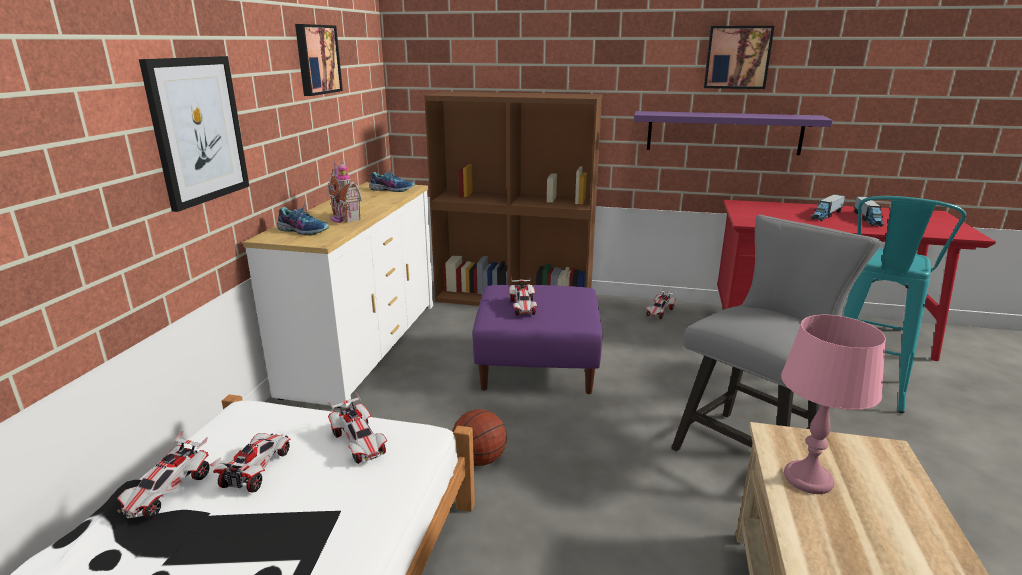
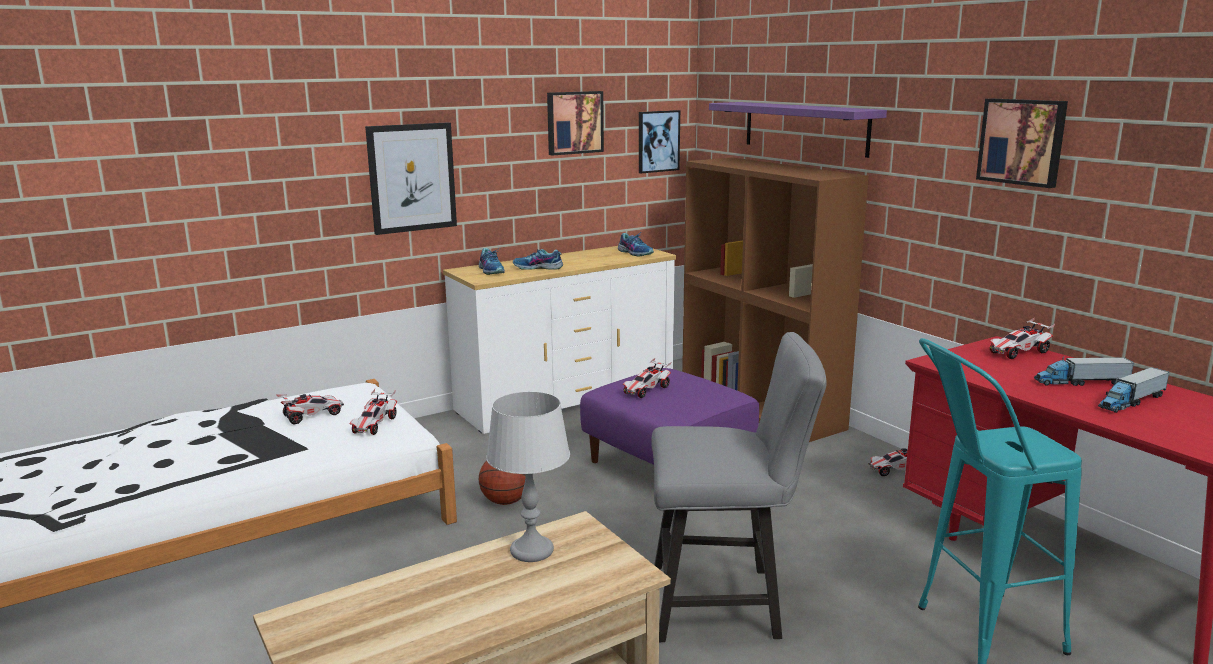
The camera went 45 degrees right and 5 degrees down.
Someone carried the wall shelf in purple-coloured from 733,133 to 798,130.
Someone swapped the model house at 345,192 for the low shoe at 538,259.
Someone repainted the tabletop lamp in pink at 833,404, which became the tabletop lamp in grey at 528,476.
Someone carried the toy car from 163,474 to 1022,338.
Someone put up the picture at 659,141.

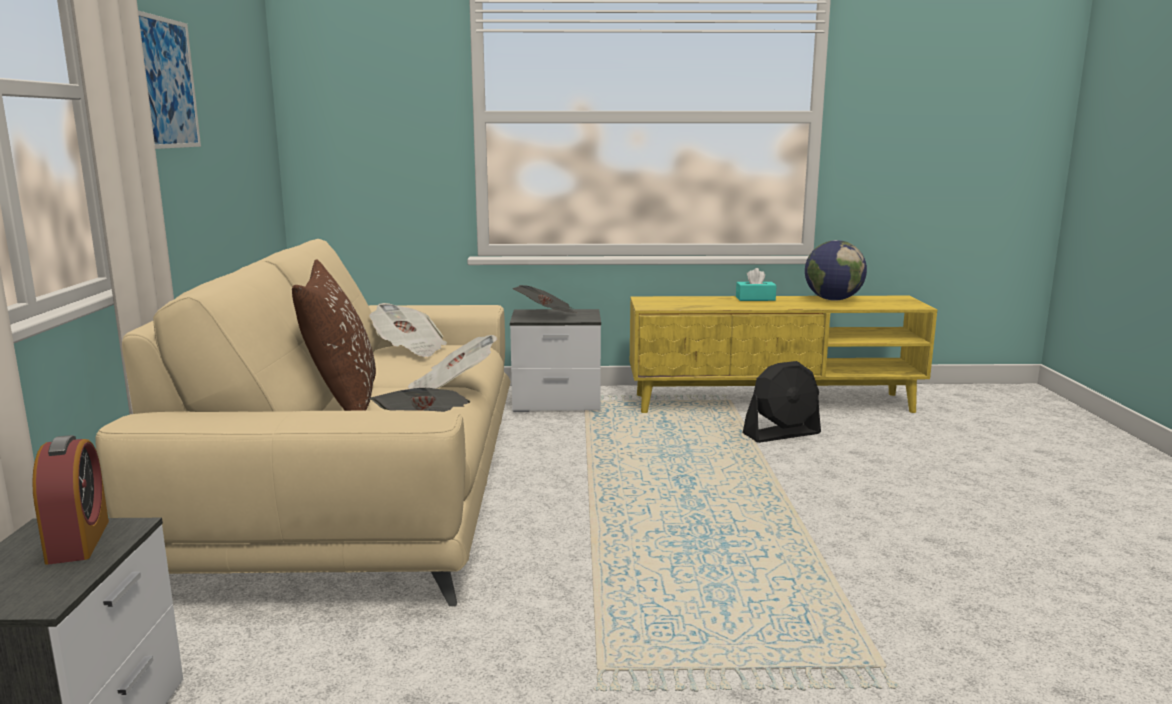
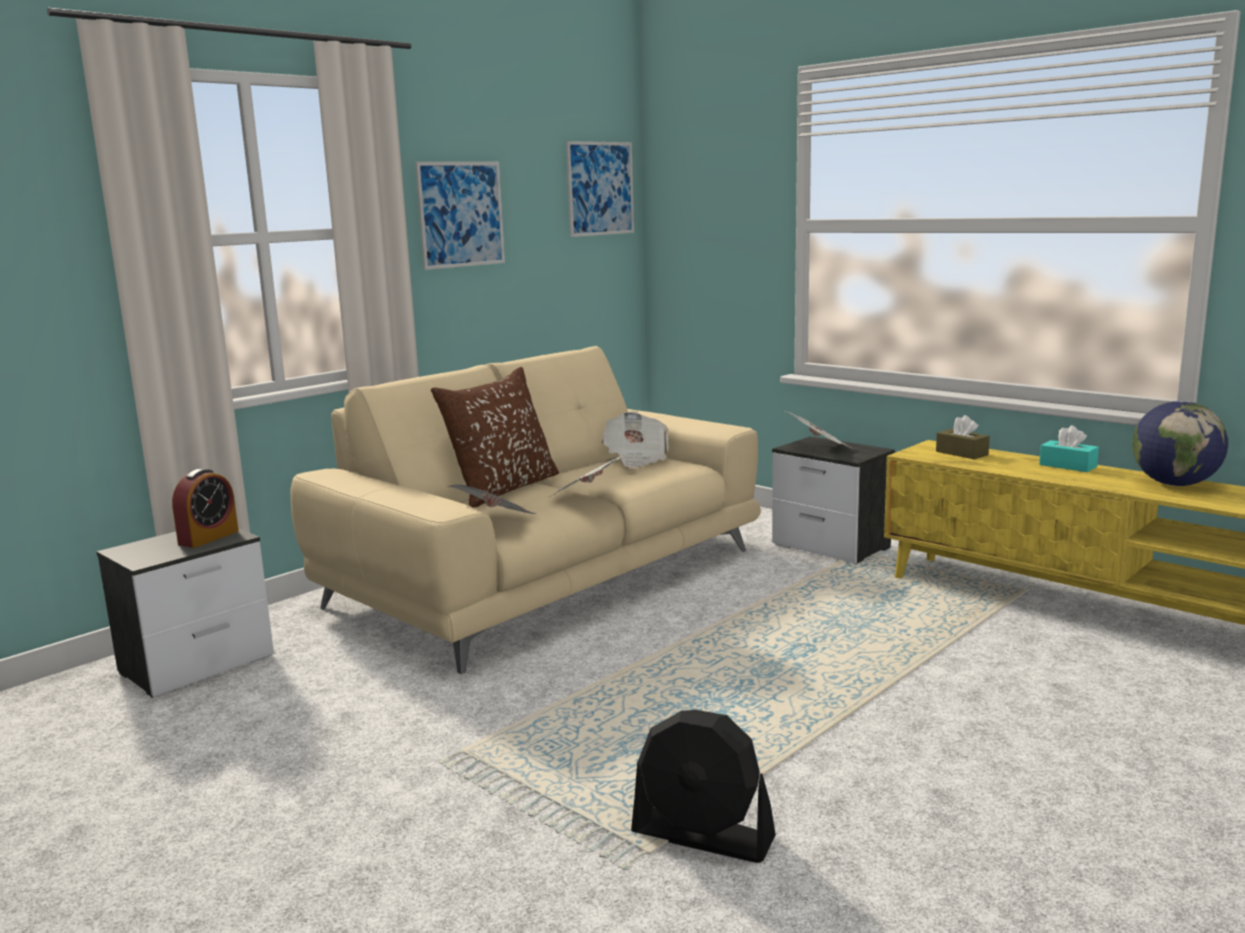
The camera went 45 degrees right and 0 degrees up.
Someone carried the fan in black from 782,402 to 703,786.
Someone put up the picture at 600,189.
Someone put down the tissue holder in brownish at 963,437.

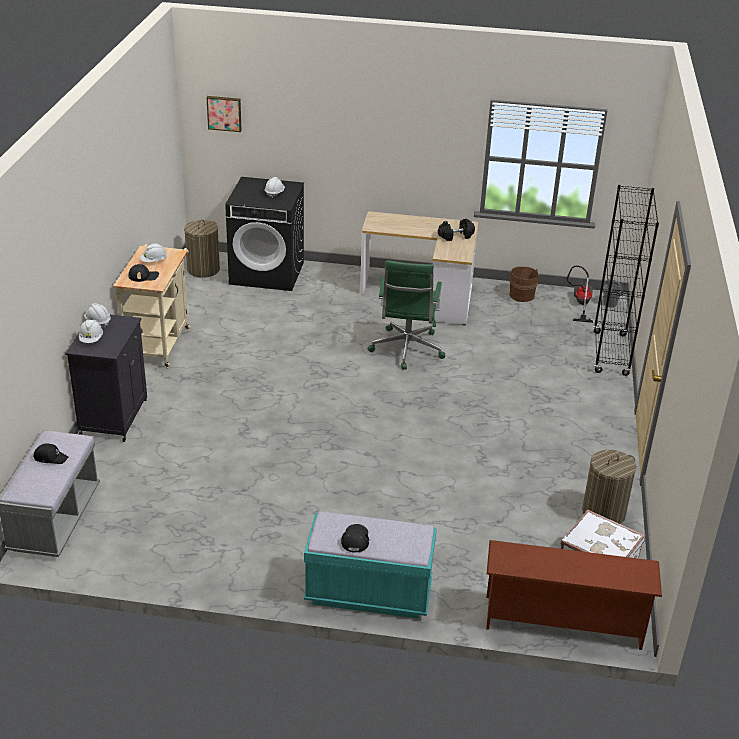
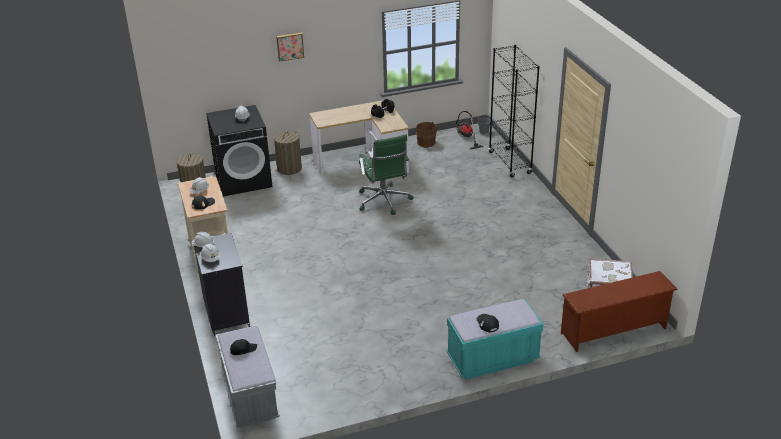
The camera went 25 degrees left and 0 degrees up.
Someone carried the picture from 224,114 to 290,47.
Someone carried the laundry basket from 609,487 to 288,153.

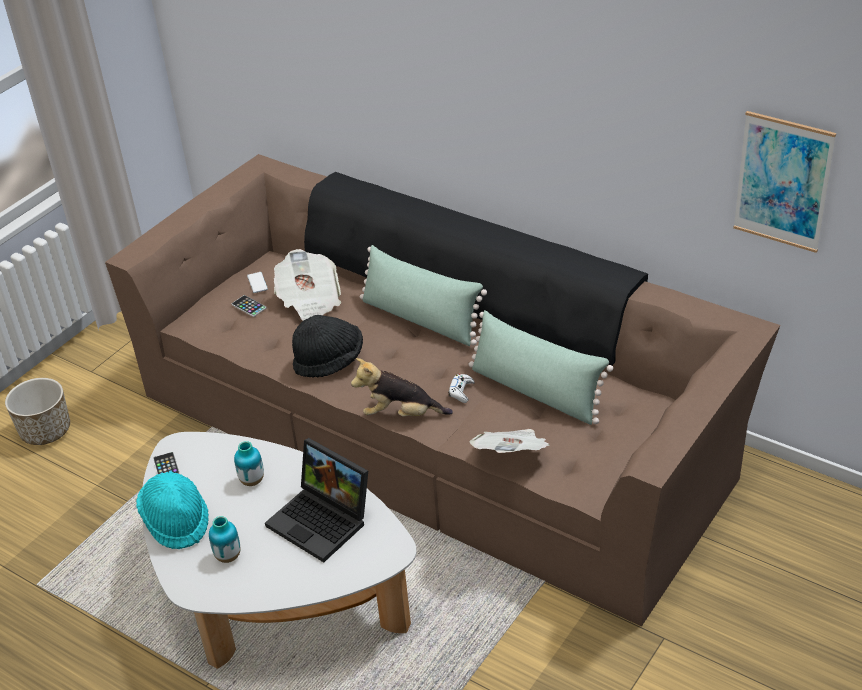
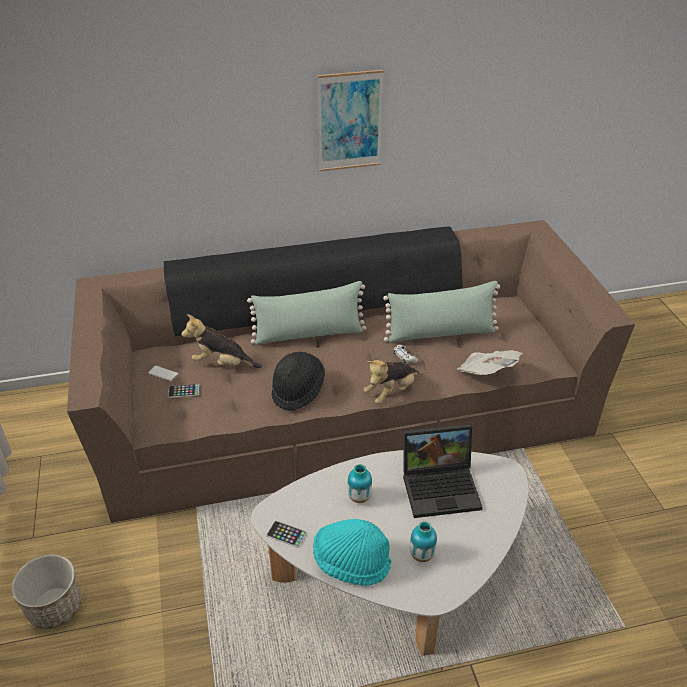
The camera went 50 degrees left and 0 degrees up.
Someone carried the picture from 784,182 to 350,120.
Someone swapped the printed paper at 307,285 for the cuddly toy at 222,341.

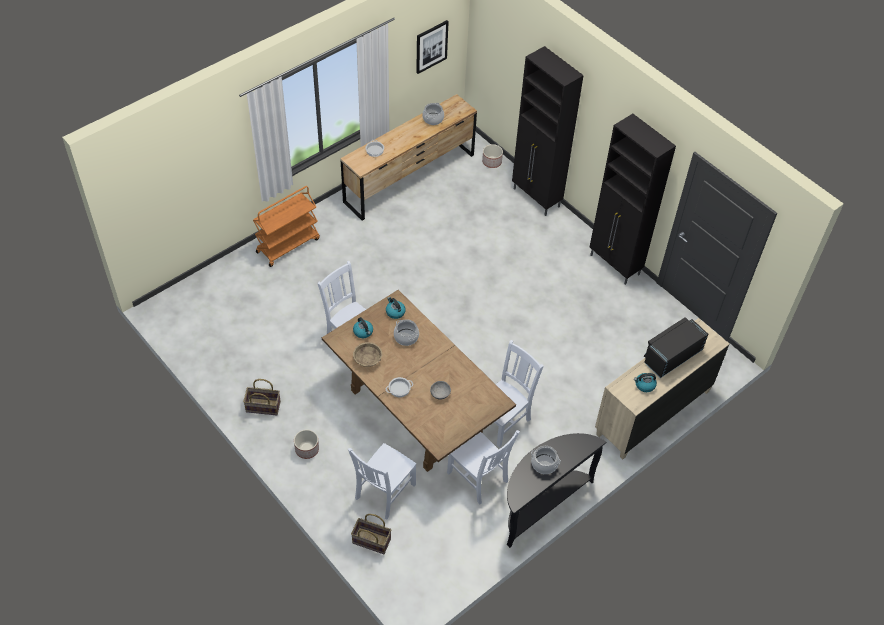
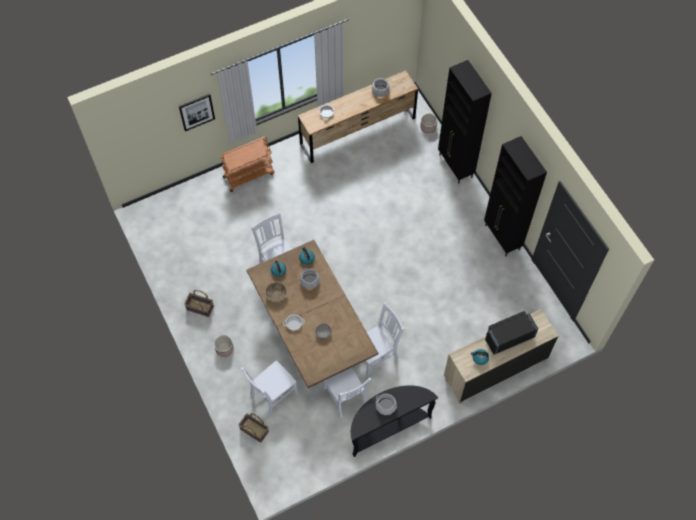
The camera went 15 degrees right and 10 degrees up.
Someone carried the picture from 432,47 to 197,112.

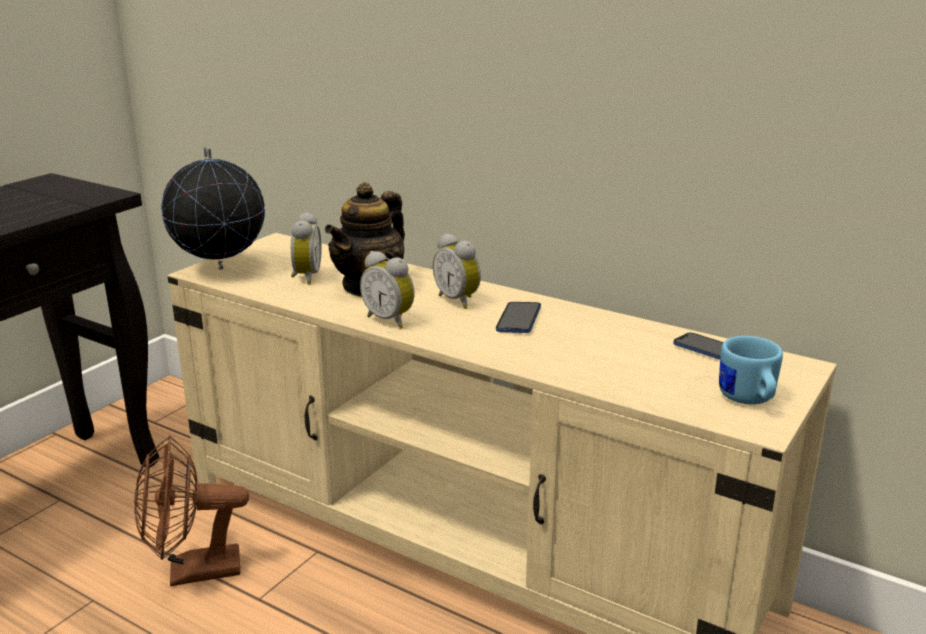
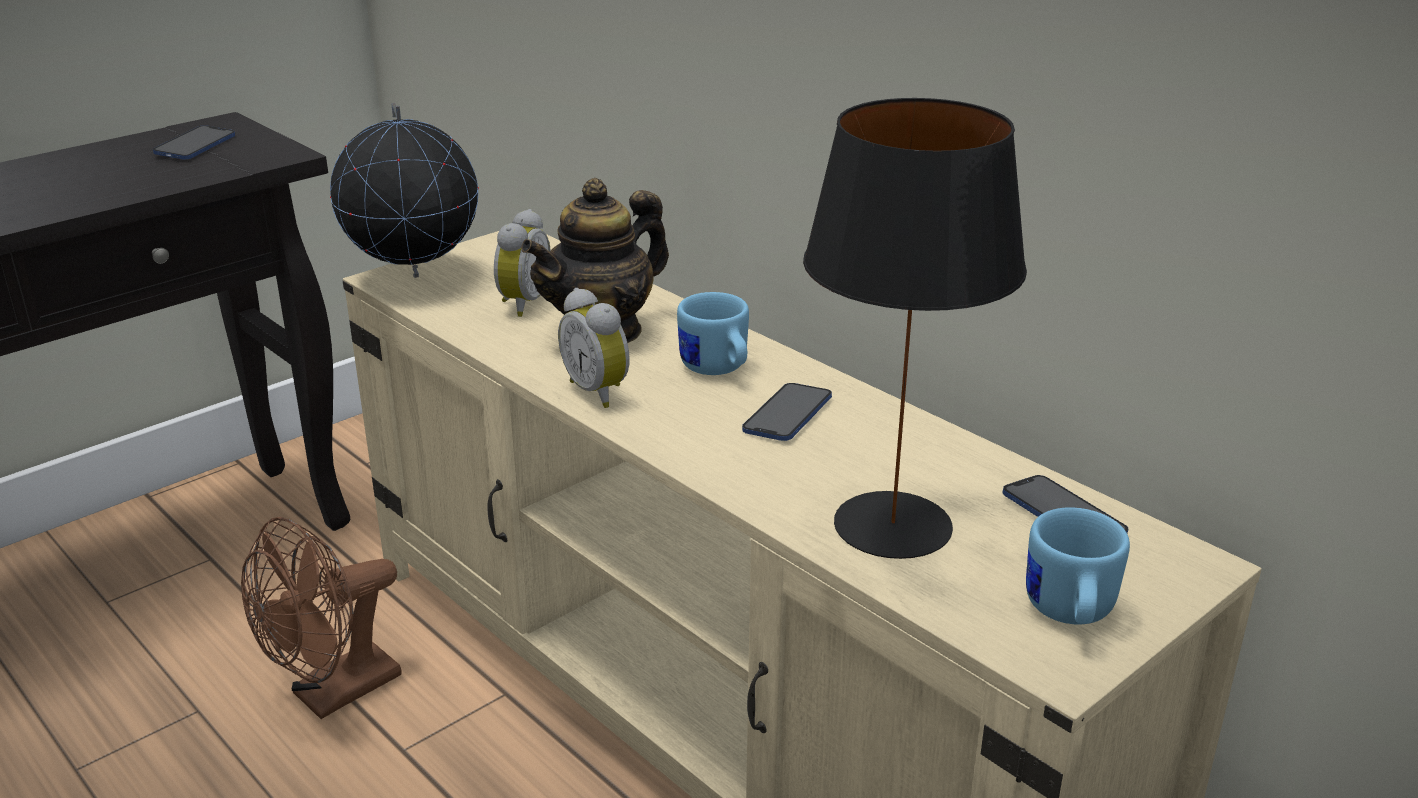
The camera went 15 degrees right and 5 degrees up.
Someone swapped the alarm clock at 457,271 for the mug in blue-coloured at 713,333.
Someone rotated the fan in brownish at 191,510 by 45 degrees counterclockwise.
Someone put down the tabletop lamp in black at 915,328.
Someone put down the telephone at 194,142.

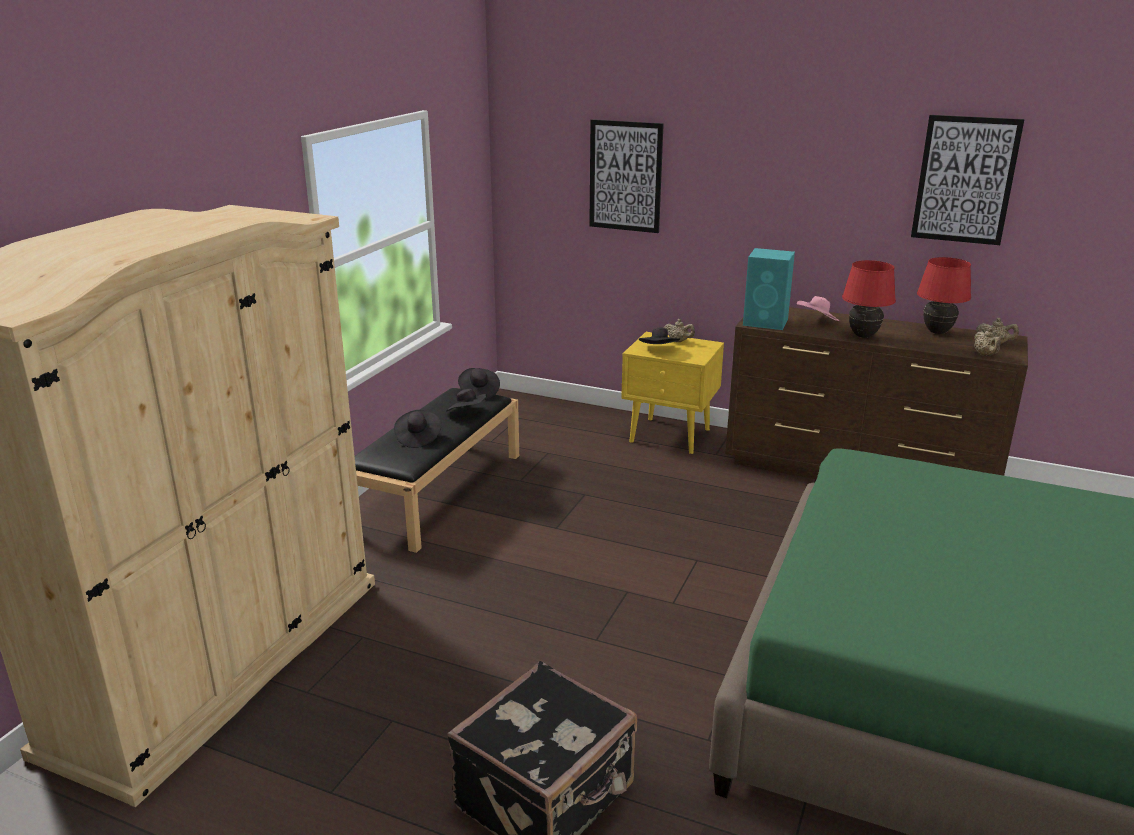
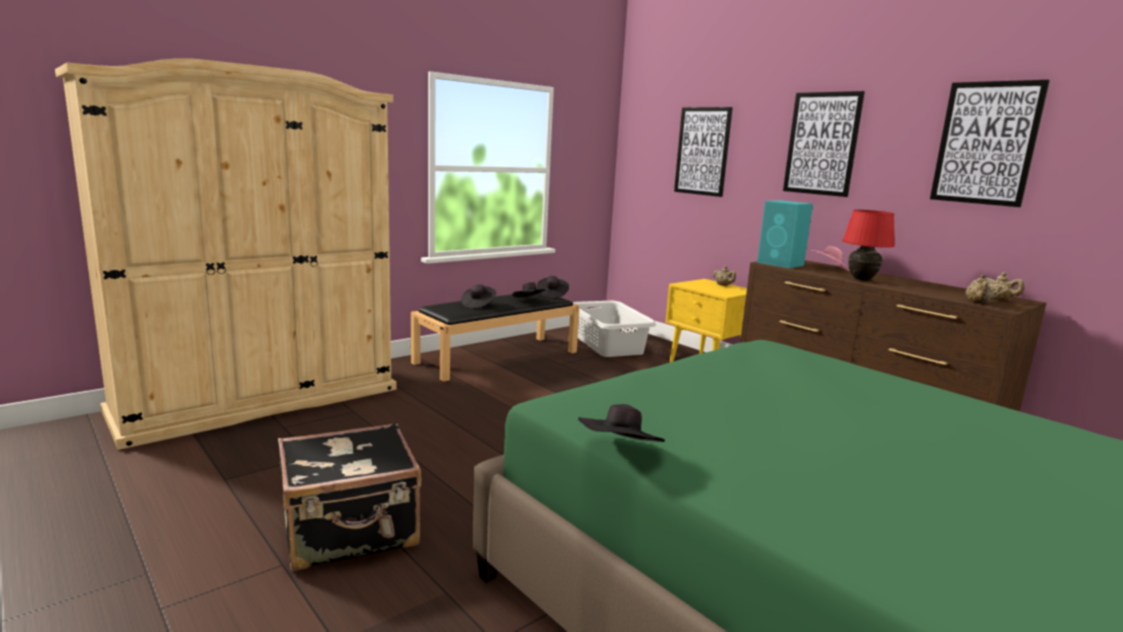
The camera went 25 degrees right and 10 degrees down.
Someone took away the tabletop lamp in red at 944,295.
Someone carried the wearable hat in black from 659,335 to 621,423.
Someone put up the picture at 824,144.
Someone put down the laundry basket in grey at 614,329.

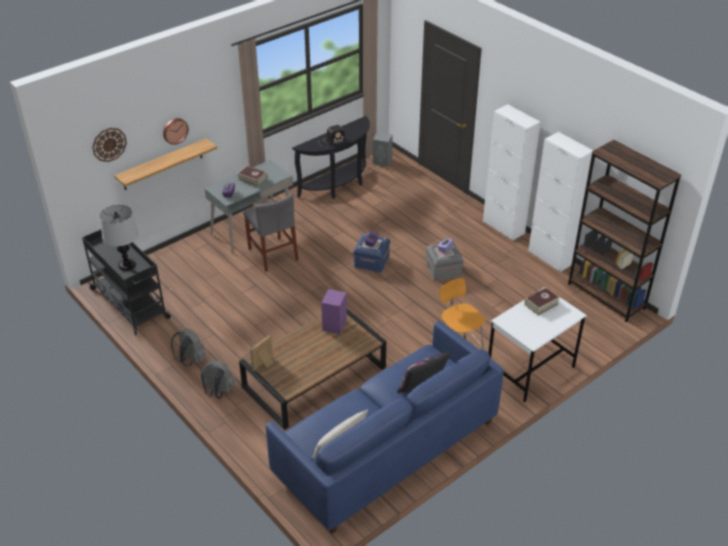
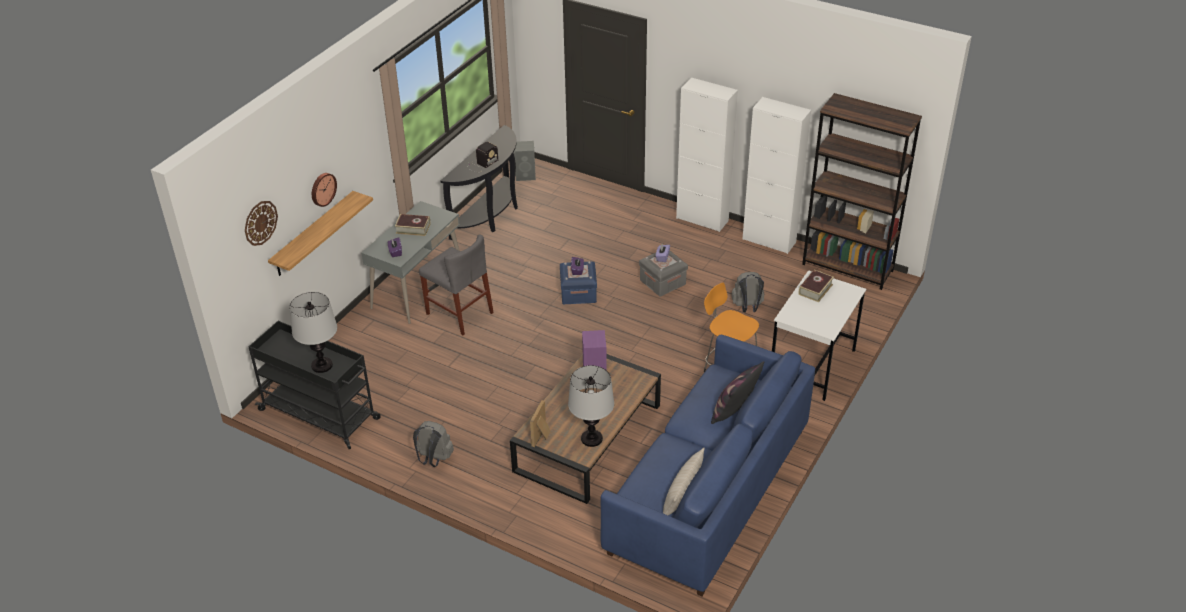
The camera went 20 degrees left and 0 degrees up.
Someone carried the knapsack in grey from 218,379 to 748,292.
Someone put down the tabletop lamp at 591,406.

